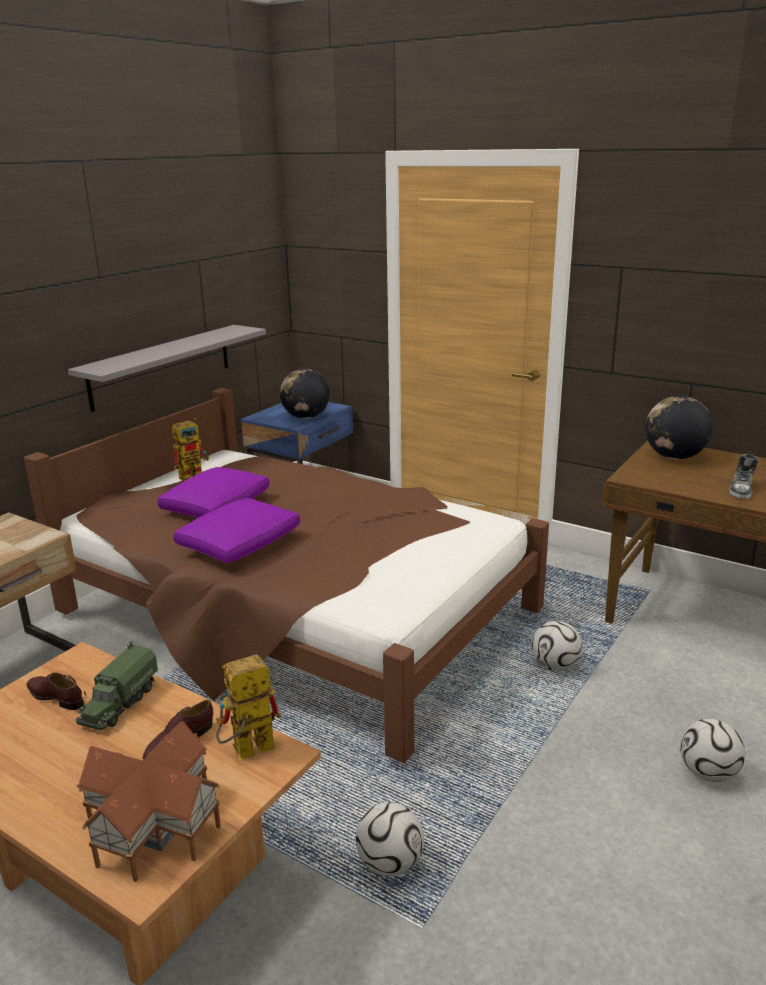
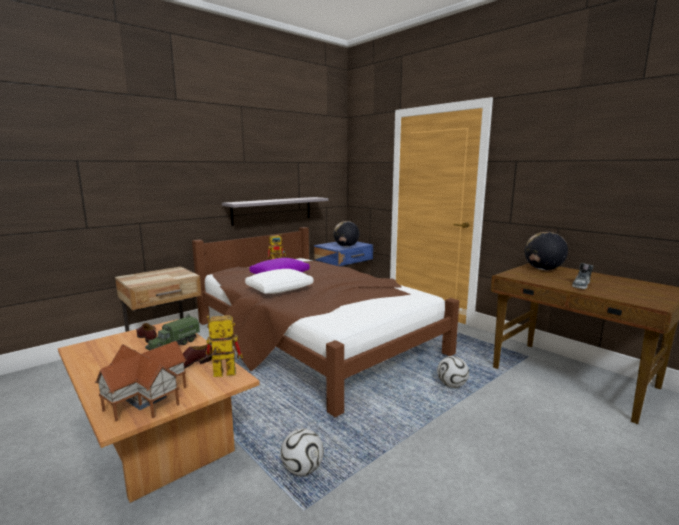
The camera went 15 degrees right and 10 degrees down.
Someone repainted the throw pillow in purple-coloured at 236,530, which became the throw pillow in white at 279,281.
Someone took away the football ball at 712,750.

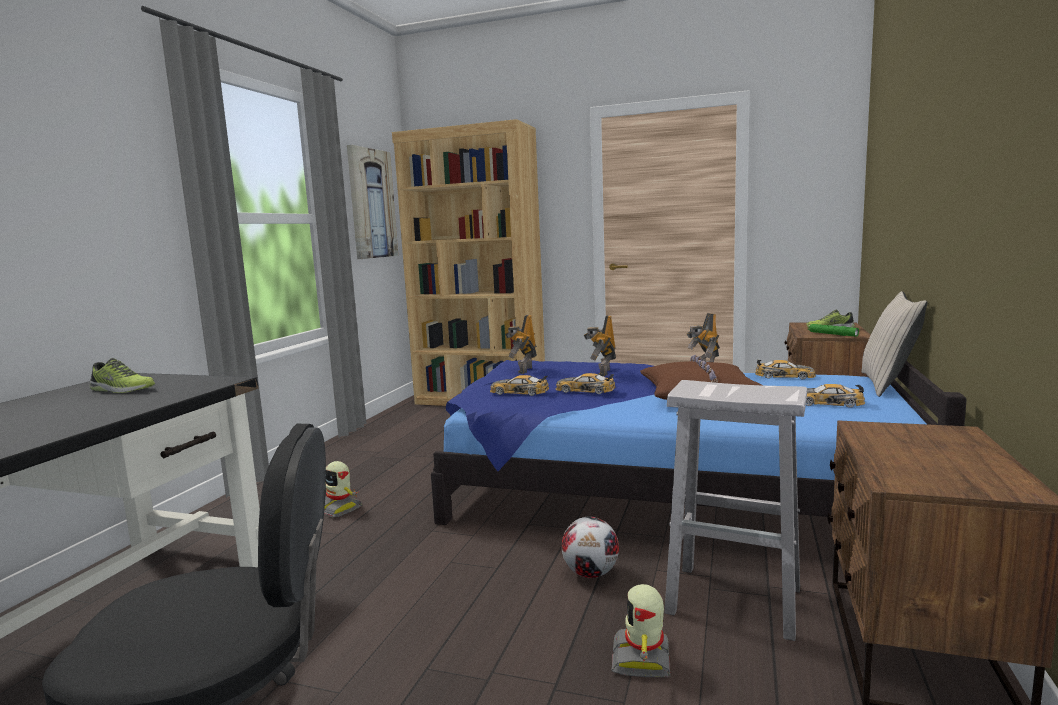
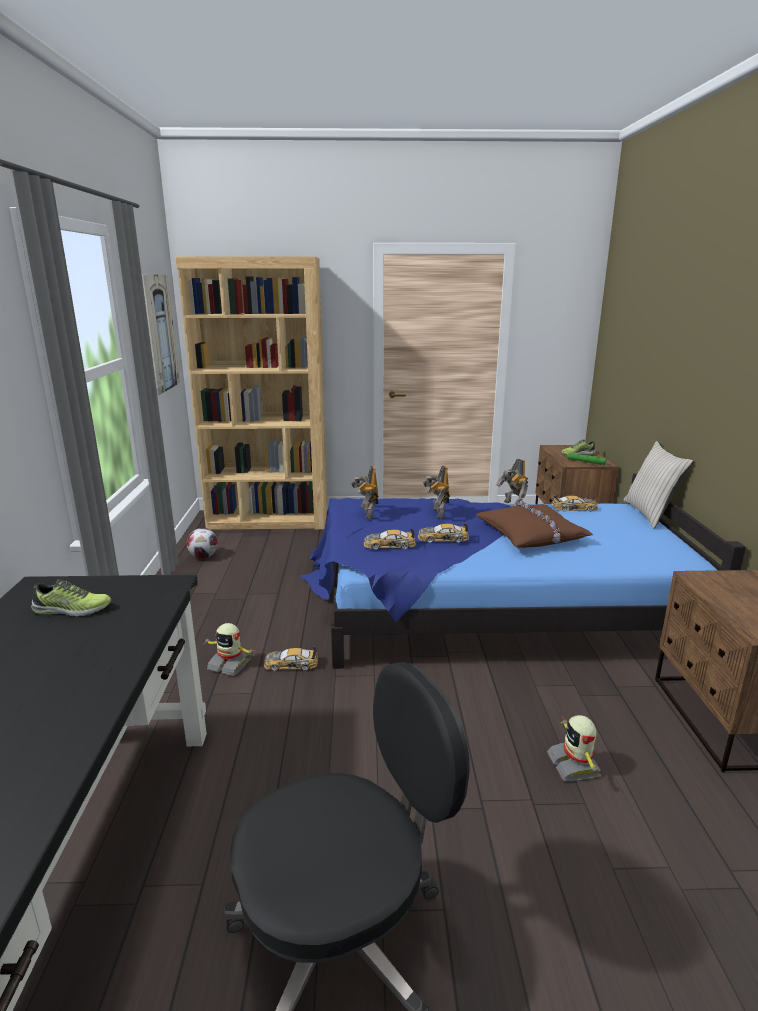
The camera went 20 degrees left and 10 degrees up.
Someone took away the stool seat in white at 735,510.
Someone carried the toy car from 835,396 to 291,658.
Someone carried the football ball from 590,547 to 202,543.

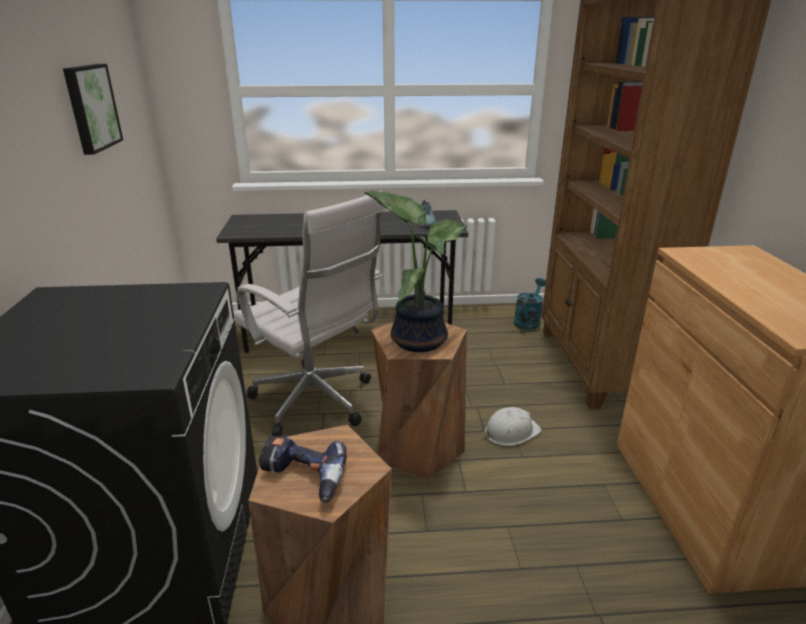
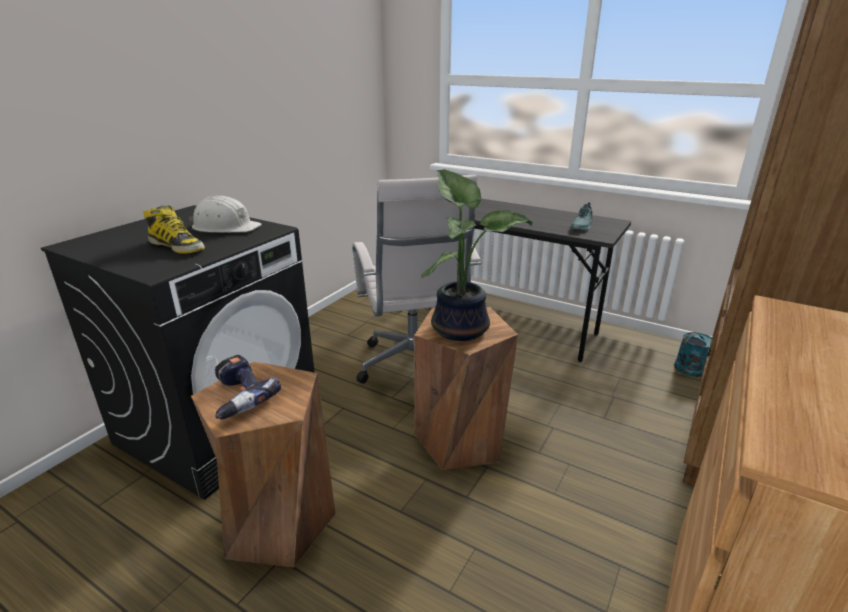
The camera went 35 degrees right and 0 degrees up.
Someone took away the picture at 93,109.
Someone carried the safety helmet in white from 513,426 to 225,214.
Someone put down the boot at 174,229.

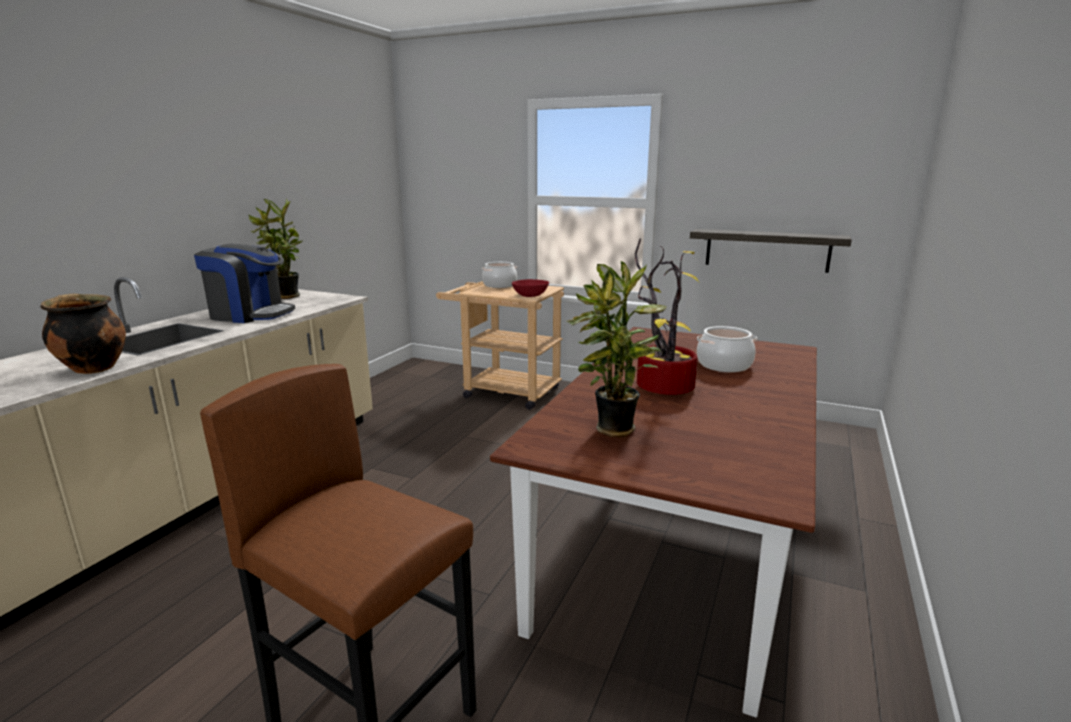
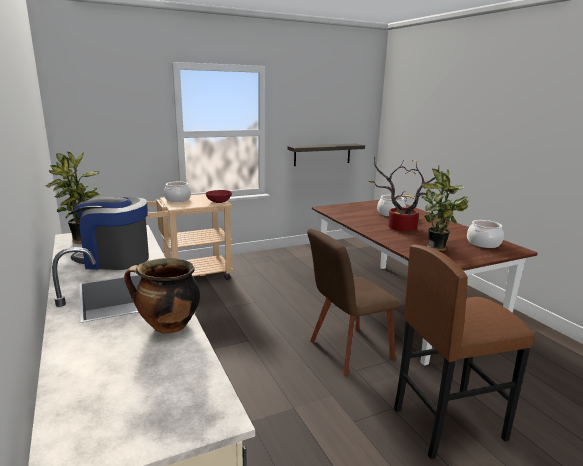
The camera went 50 degrees left and 0 degrees up.
Someone rotated the coffee machine at 244,283 by 135 degrees counterclockwise.
Someone put down the cooking pot at 485,234.
Someone put down the plain chair in brownish at 354,302.

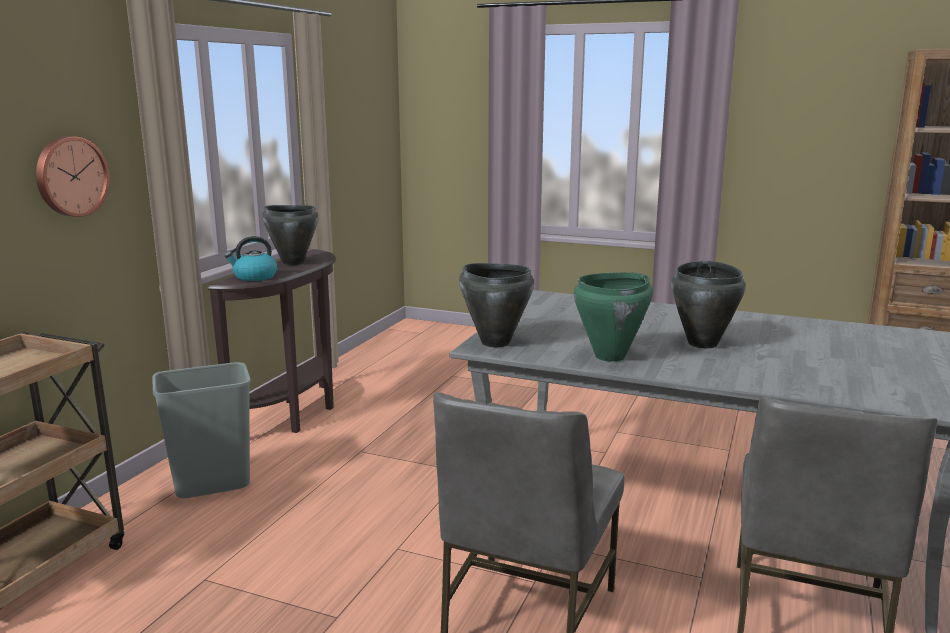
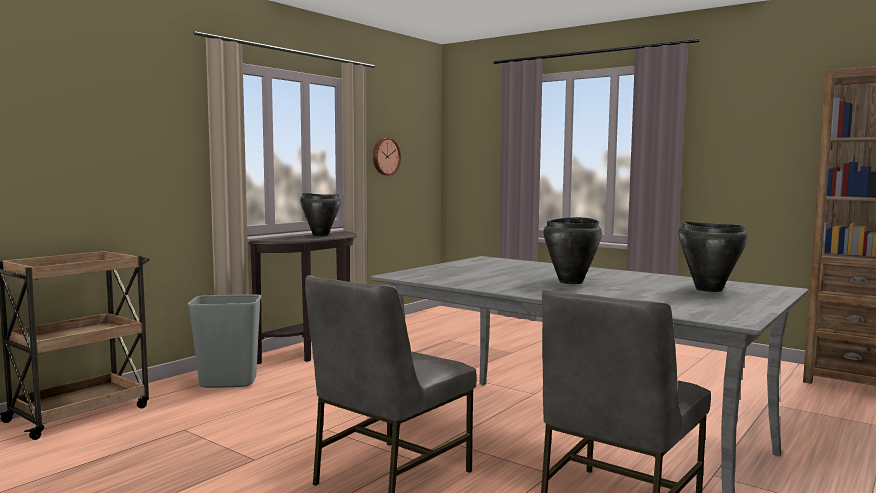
The camera went 15 degrees right and 10 degrees down.
Someone carried the clock on the wall from 73,176 to 387,156.
Someone took away the kettle at 251,258.
Someone carried the cooking pot in black from 496,305 to 713,256.
Someone took away the cooking pot in green at 613,317.

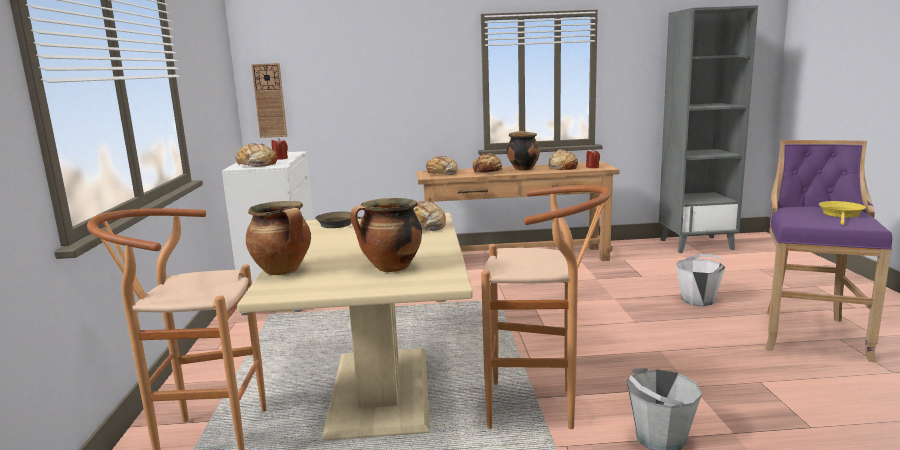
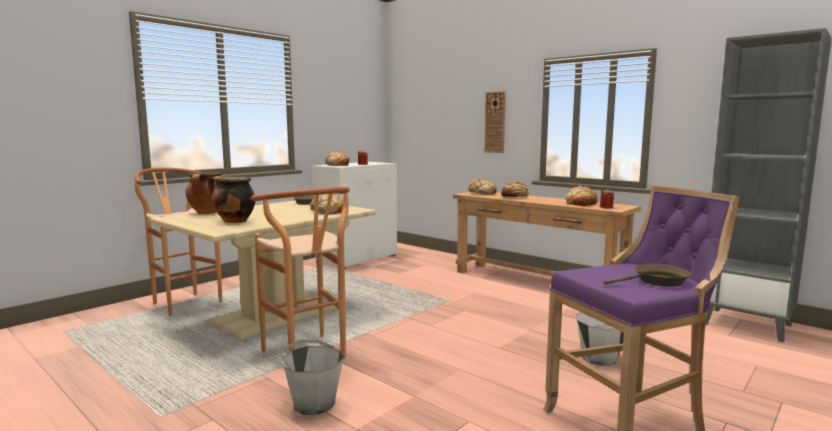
The camera went 45 degrees right and 5 degrees down.
Someone carried the clock on the wall from 269,100 to 495,122.
Someone took away the cooking pot at 523,151.
Someone repainted the skillet in yellow-coloured at 842,213, which became the skillet in brownish at 647,275.

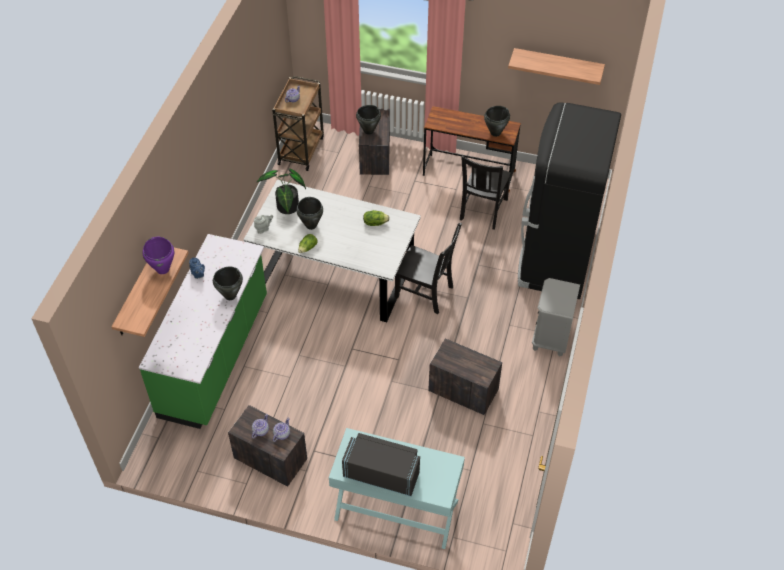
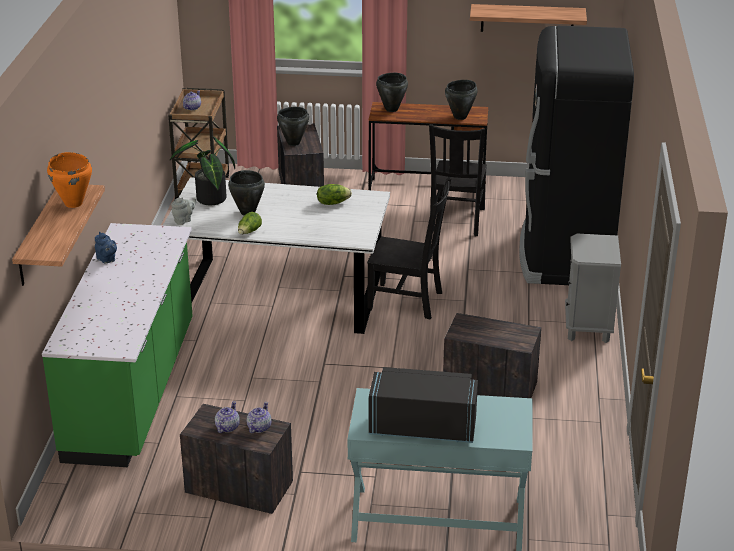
The camera went 10 degrees left and 20 degrees down.
Someone repainted the cooking pot in purple-coloured at 158,255, which became the cooking pot in orange at 69,180.
Someone carried the cooking pot in black from 228,283 to 392,92.

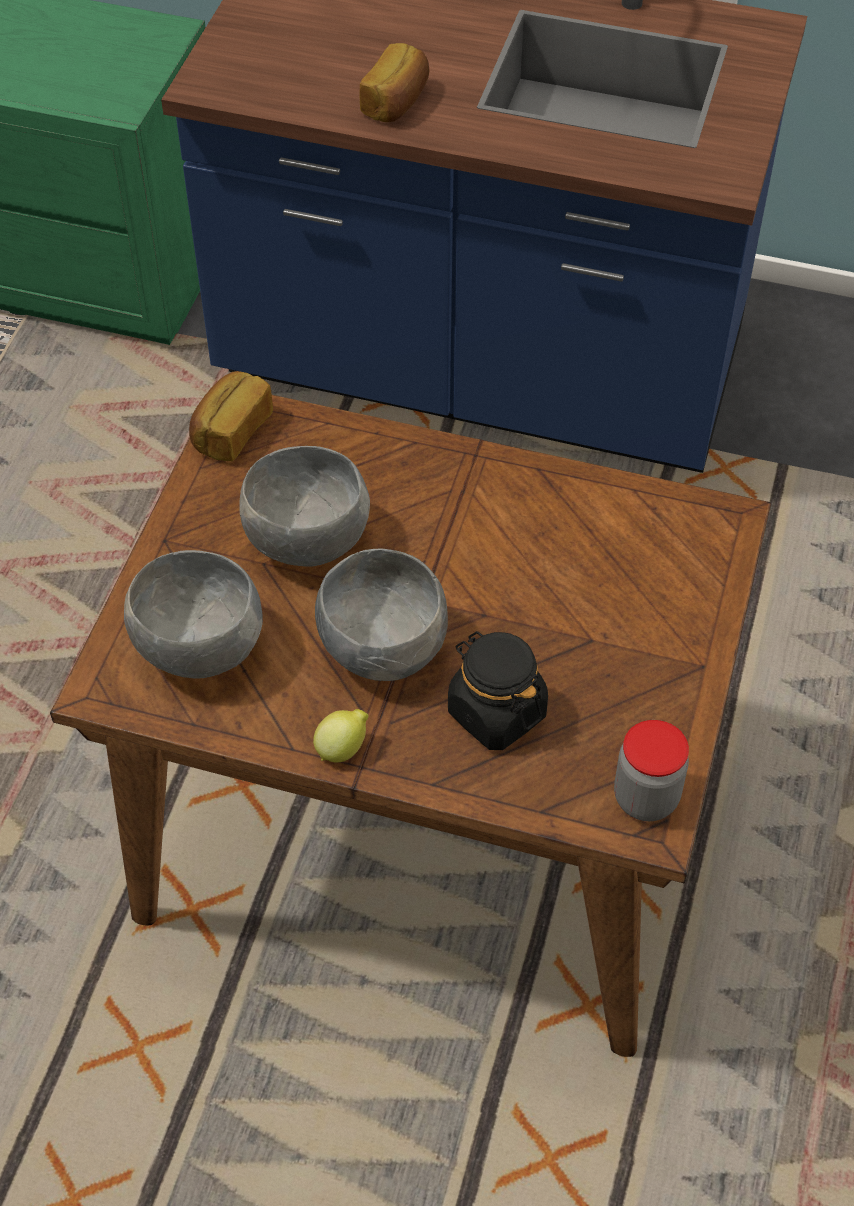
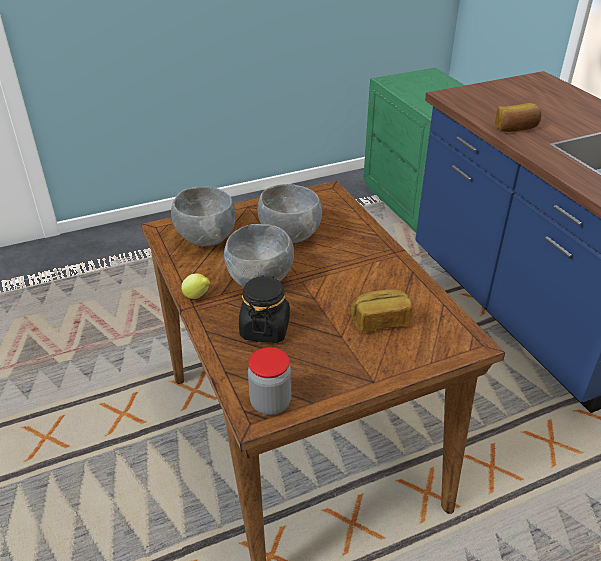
The camera went 50 degrees right and 15 degrees down.
Someone carried the bakery bread from 231,416 to 381,310.

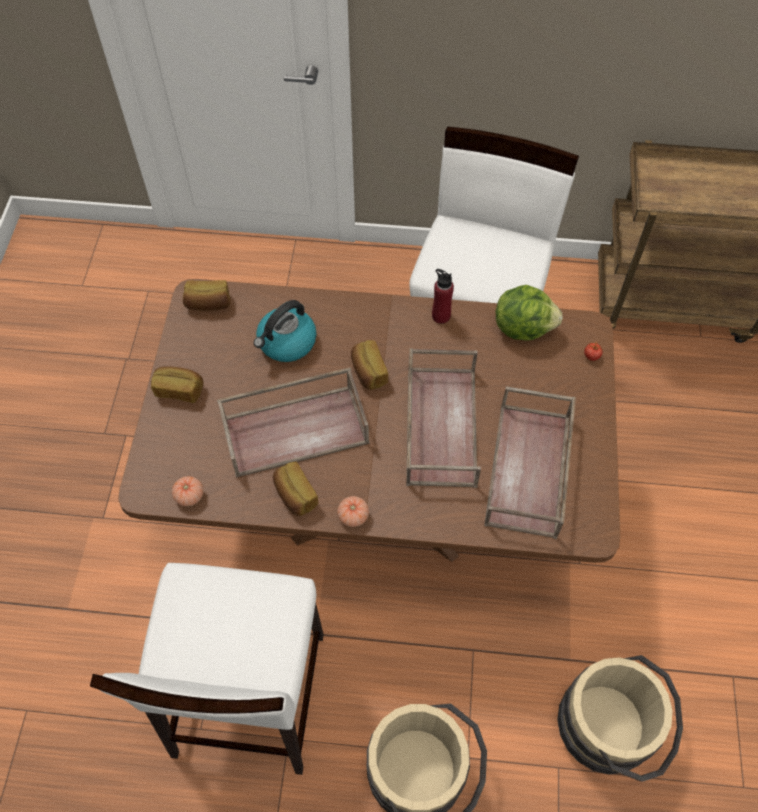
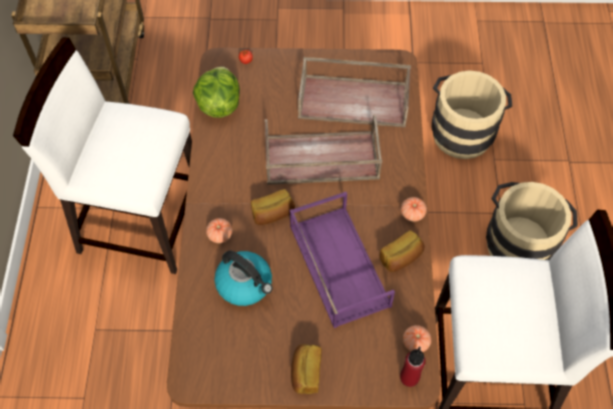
The camera went 95 degrees left and 0 degrees up.
Someone carried the drink bottle in red from 443,296 to 413,367.
Someone took away the bakery bread at 206,295.
Someone repainted the serving tray in brownish at 293,422, which became the serving tray in purple-coloured at 342,260.
Someone put down the tomato at 219,230.

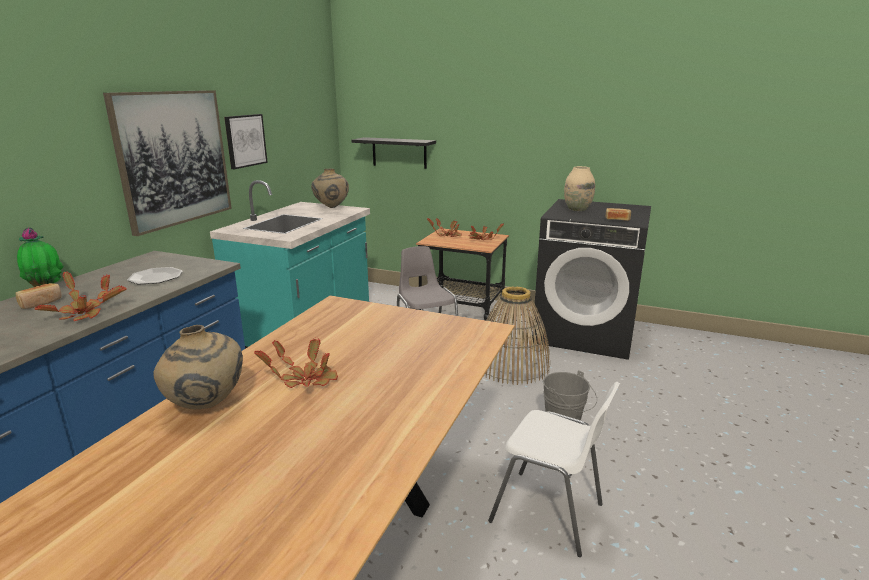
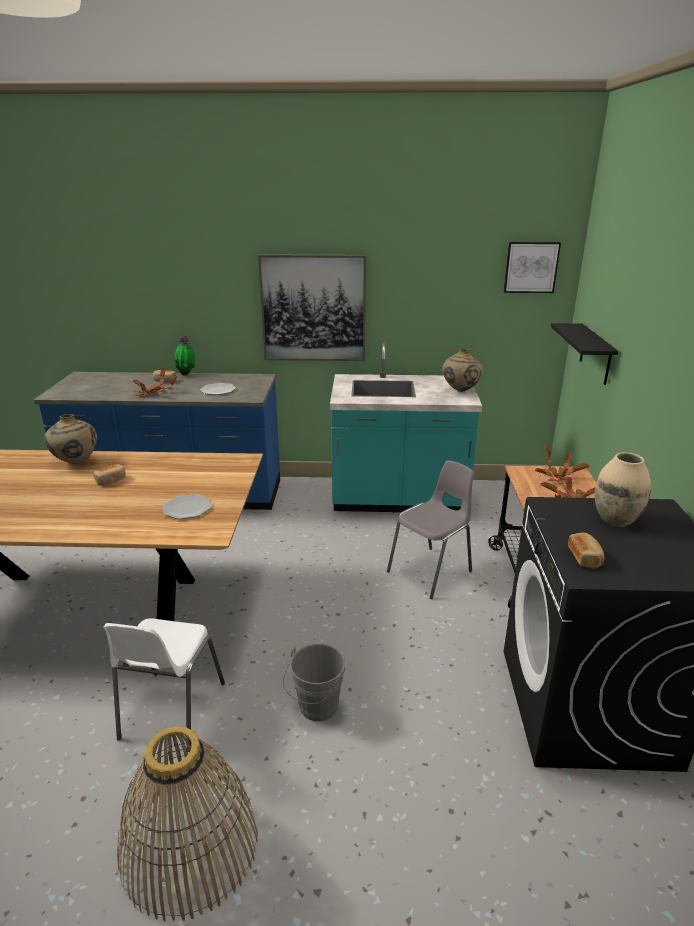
The camera went 70 degrees right and 5 degrees up.
Someone carried the picture from 246,141 to 532,267.
Someone carried the basket from 517,335 to 187,823.
Someone swapped the potted plant at 296,362 for the bakery bread at 110,475.
Someone put down the dinner plate at 187,506.

